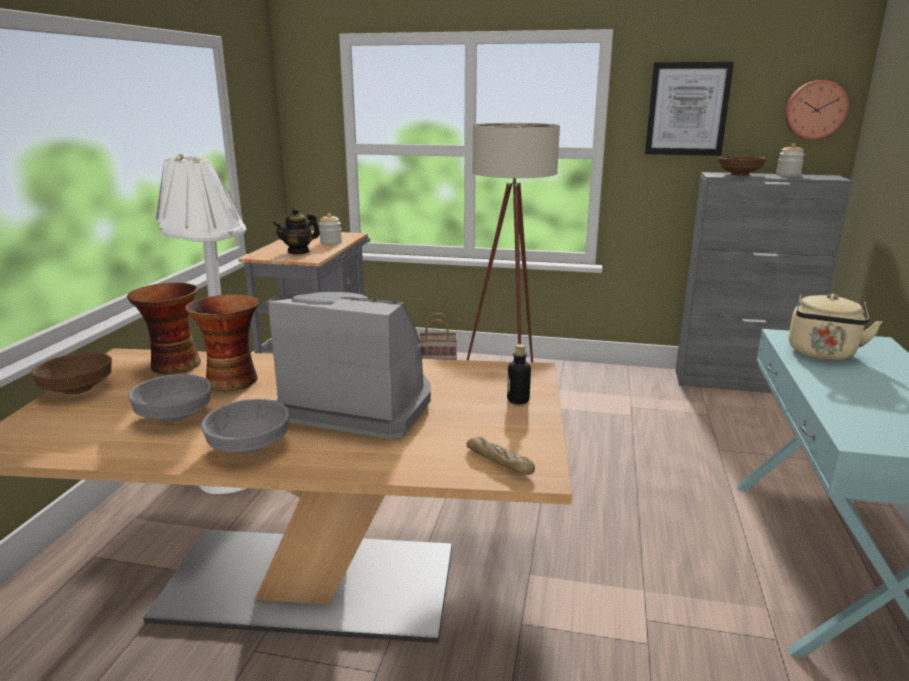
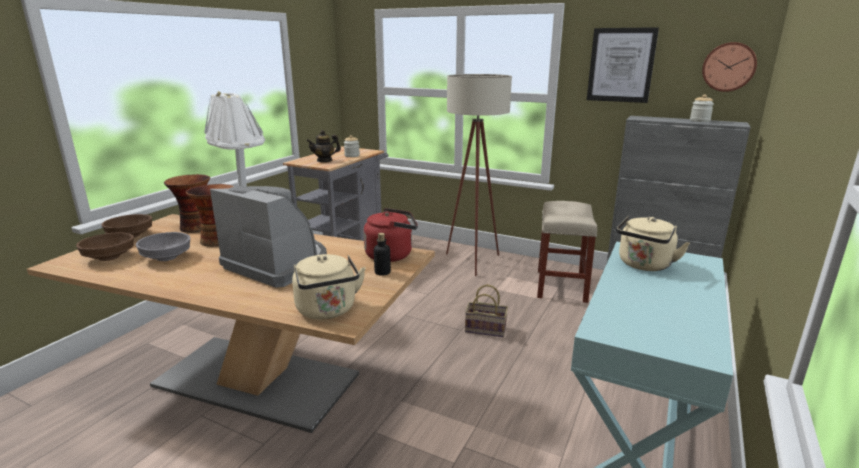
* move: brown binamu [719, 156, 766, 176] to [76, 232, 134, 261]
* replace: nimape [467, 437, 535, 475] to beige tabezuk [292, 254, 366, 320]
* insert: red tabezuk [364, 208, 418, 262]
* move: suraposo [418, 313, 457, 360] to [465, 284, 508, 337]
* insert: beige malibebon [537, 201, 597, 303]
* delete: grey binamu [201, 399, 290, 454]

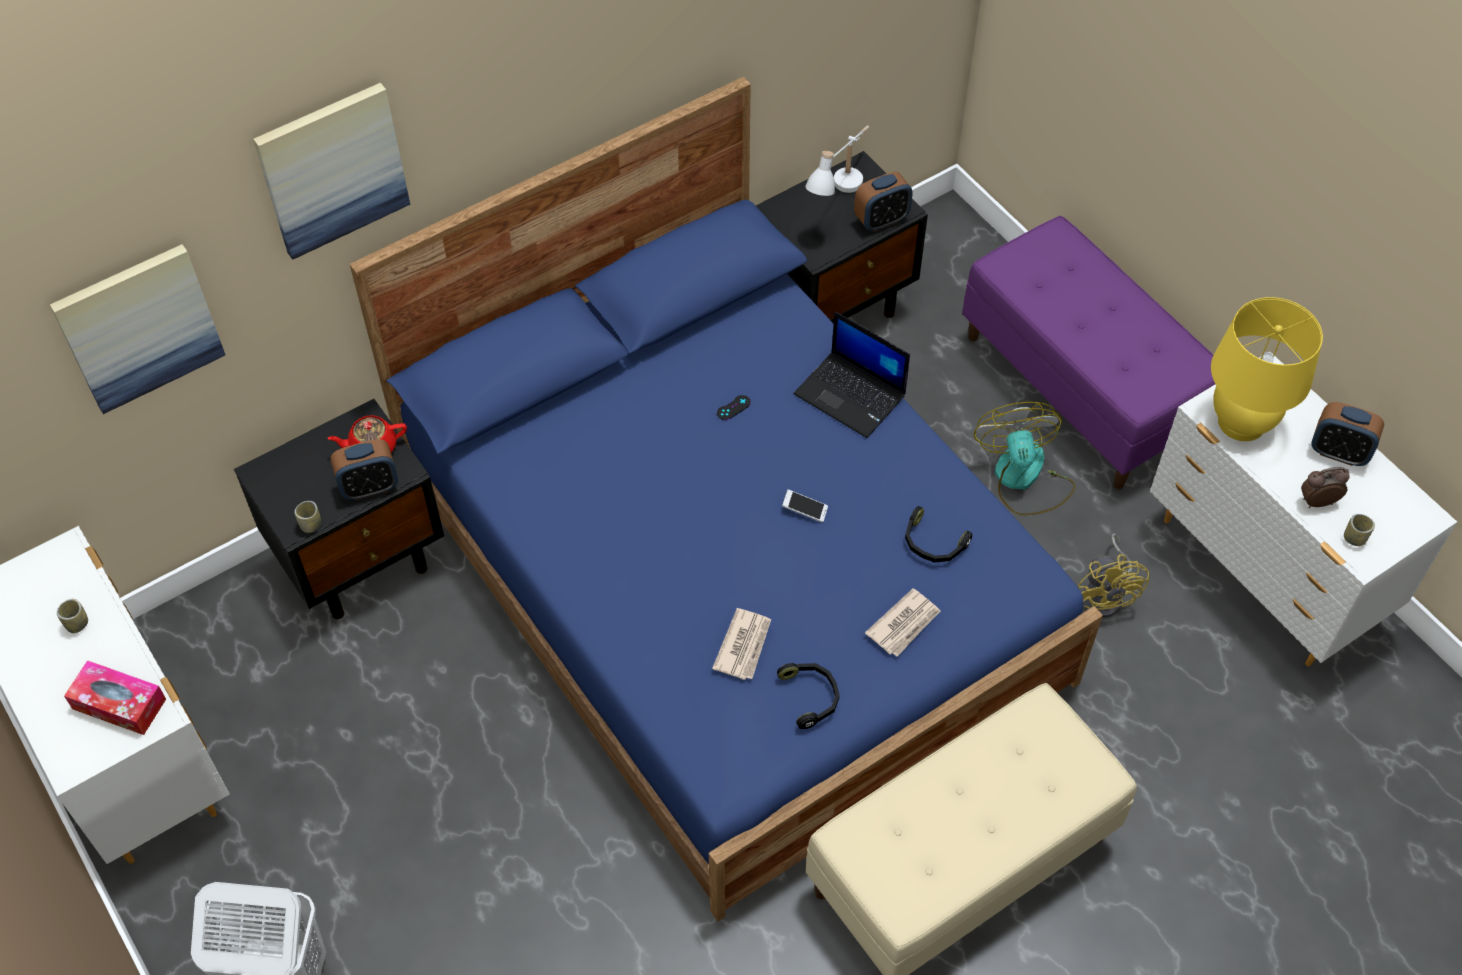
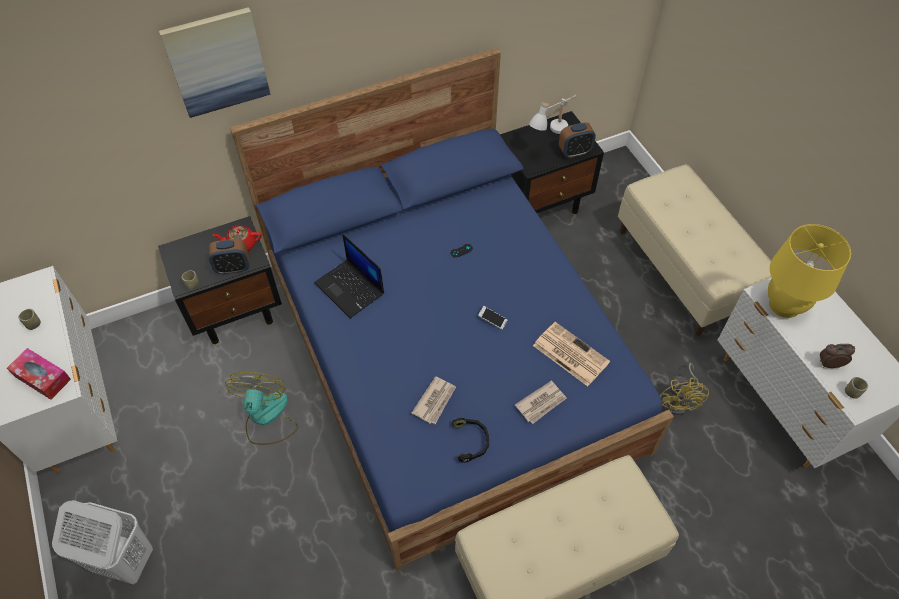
* move: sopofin [974, 402, 1076, 516] to [225, 372, 298, 445]
* move: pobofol [794, 311, 910, 438] to [314, 234, 384, 318]
* replace: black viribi [905, 506, 972, 563] to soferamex [533, 322, 610, 386]
* recolor: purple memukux [962, 216, 1215, 489] to beige memukux [618, 164, 772, 336]
* delete: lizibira [50, 244, 225, 414]
* delete: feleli [1311, 402, 1384, 466]

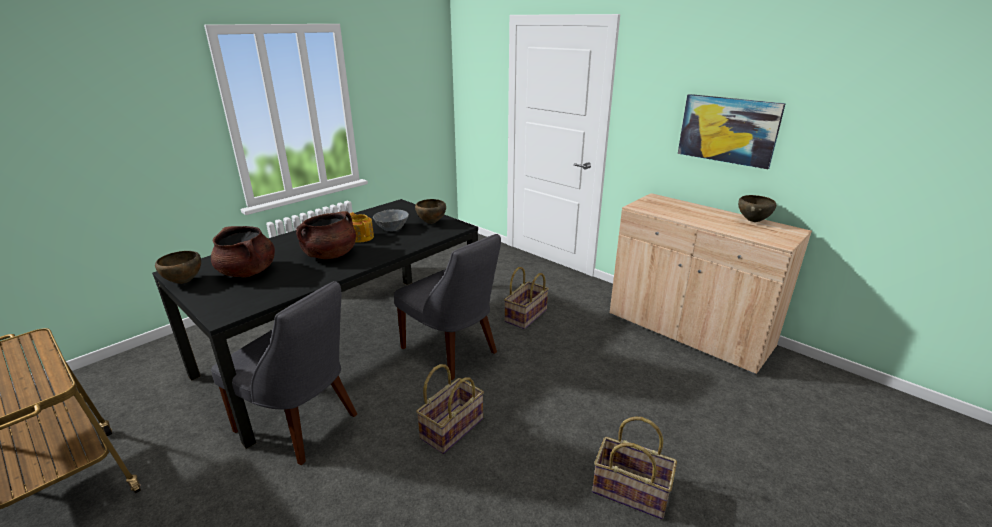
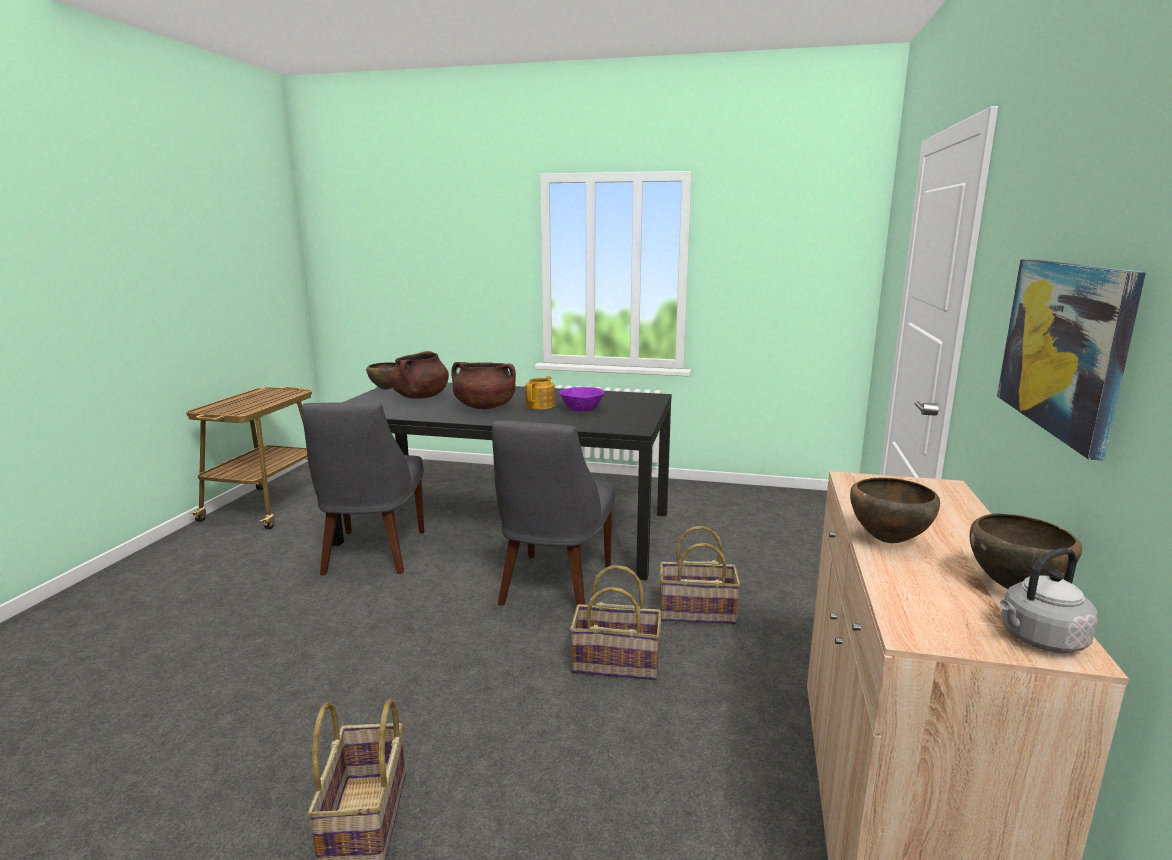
* recolor: grey binamu [373, 209, 409, 232] to purple binamu [559, 387, 605, 411]
* move: suraposo [416, 364, 484, 454] to [570, 565, 662, 680]
* move: brown binamu [415, 199, 446, 224] to [850, 478, 940, 543]
* insert: grey tabezuk [1000, 548, 1098, 653]

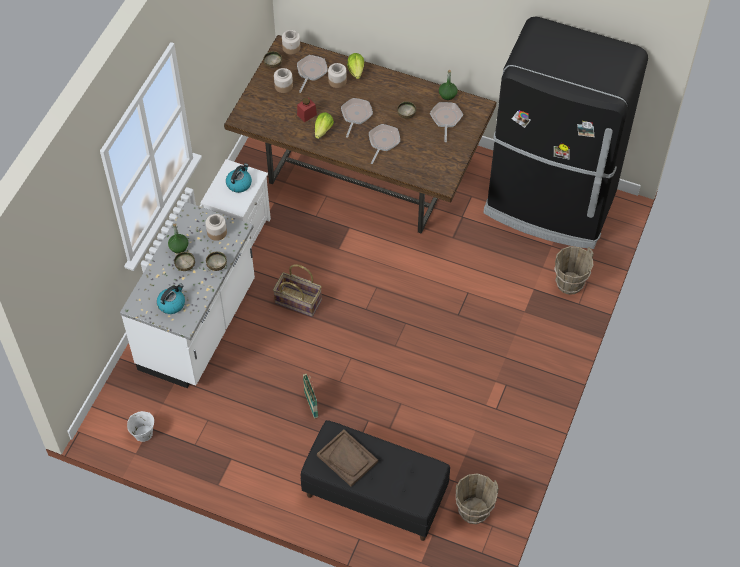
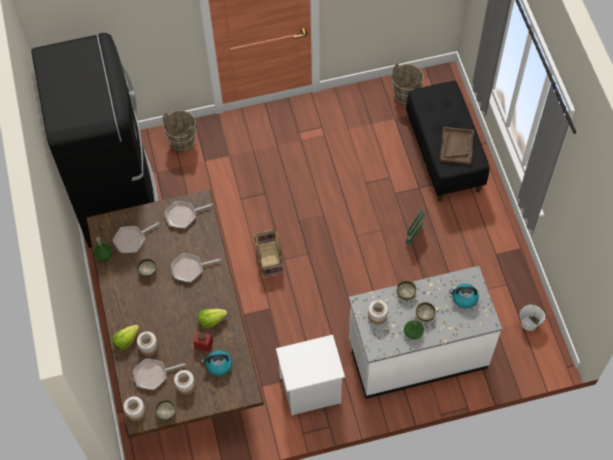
* move: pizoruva [341, 98, 373, 138] to [165, 201, 213, 228]
* move: tabezuk [226, 164, 252, 193] to [201, 350, 232, 376]
* move: suraposo [273, 264, 322, 317] to [254, 229, 283, 277]

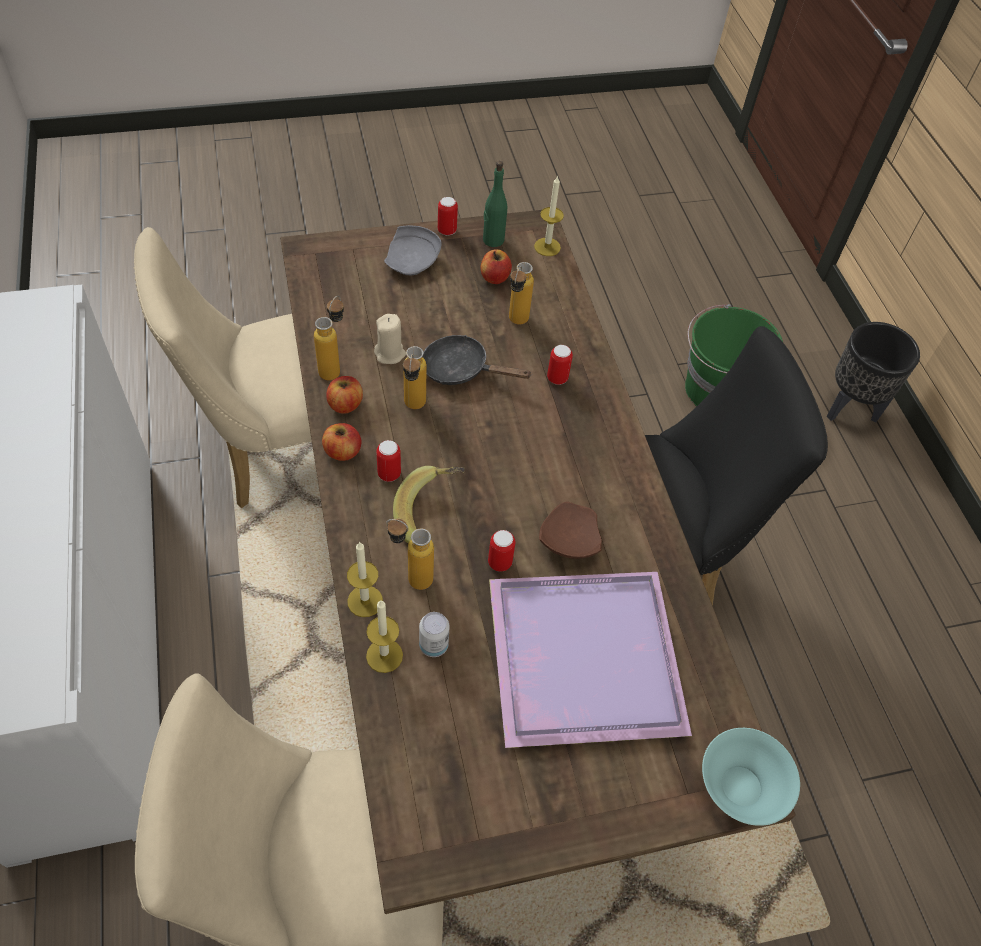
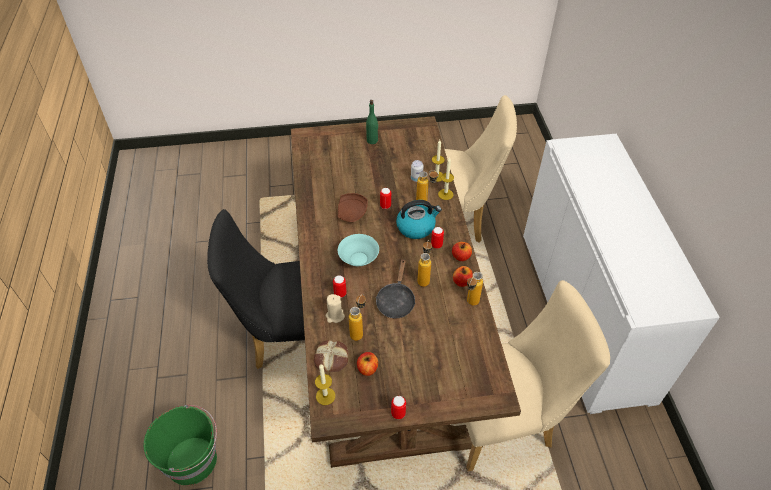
* insert: nimape [314, 340, 348, 372]
* move: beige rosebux [374, 314, 406, 364] to [326, 294, 345, 323]
* move: turquoise binamu [702, 728, 800, 826] to [338, 234, 379, 266]
* move: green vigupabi [483, 161, 507, 247] to [366, 100, 378, 144]
* rotate: black pizoruva [423, 335, 532, 385] = [376, 259, 416, 319] 75 degrees clockwise
* replace: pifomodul [393, 466, 465, 543] to tabezuk [396, 200, 442, 239]
* delete: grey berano [384, 225, 442, 275]
* delete: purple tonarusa [489, 572, 692, 748]
* delete: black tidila [827, 322, 920, 422]

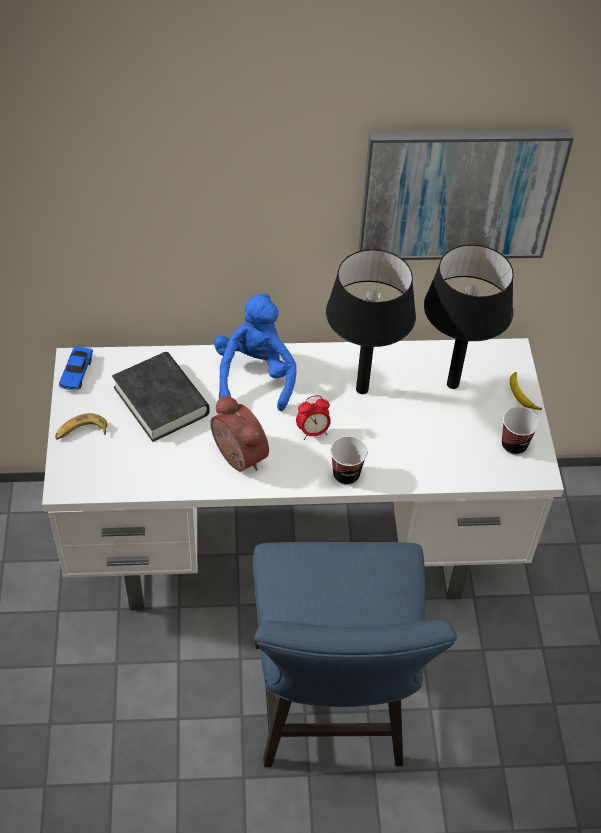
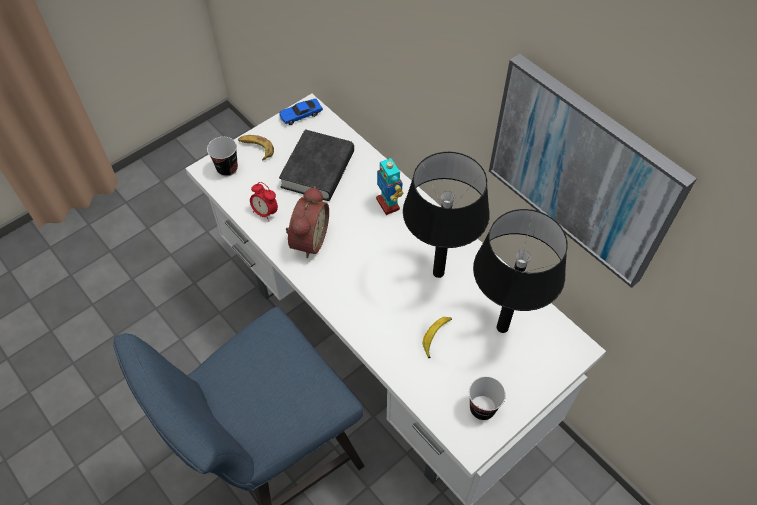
* move: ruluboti [330, 436, 367, 485] to [207, 137, 238, 176]
* move: feleli [296, 395, 331, 440] to [250, 182, 278, 222]
* replace: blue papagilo [214, 293, 297, 411] to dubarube [376, 158, 403, 215]
* move: pifomodul [510, 372, 542, 411] to [422, 317, 452, 358]

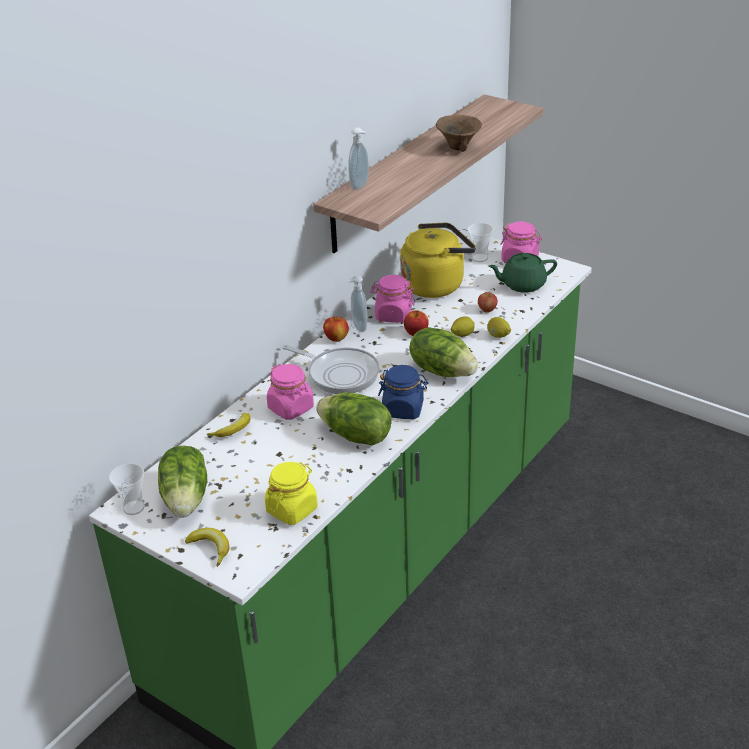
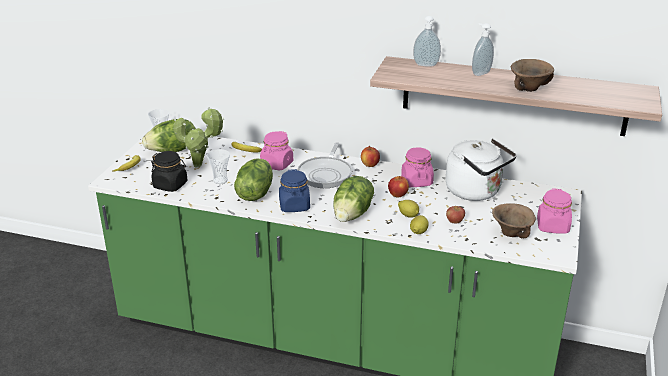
* recolor: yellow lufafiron [265, 462, 318, 525] to black lufafiron [151, 151, 188, 192]
* insert: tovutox [173, 107, 224, 168]
* move: ruluboti [468, 223, 494, 262] to [207, 149, 230, 184]
* recolor: yellow tabezuk [400, 223, 476, 298] to white tabezuk [446, 139, 516, 201]
* move: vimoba [347, 276, 367, 332] to [472, 23, 494, 76]
* replace: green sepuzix [488, 253, 557, 293] to brown binamu [492, 203, 536, 238]

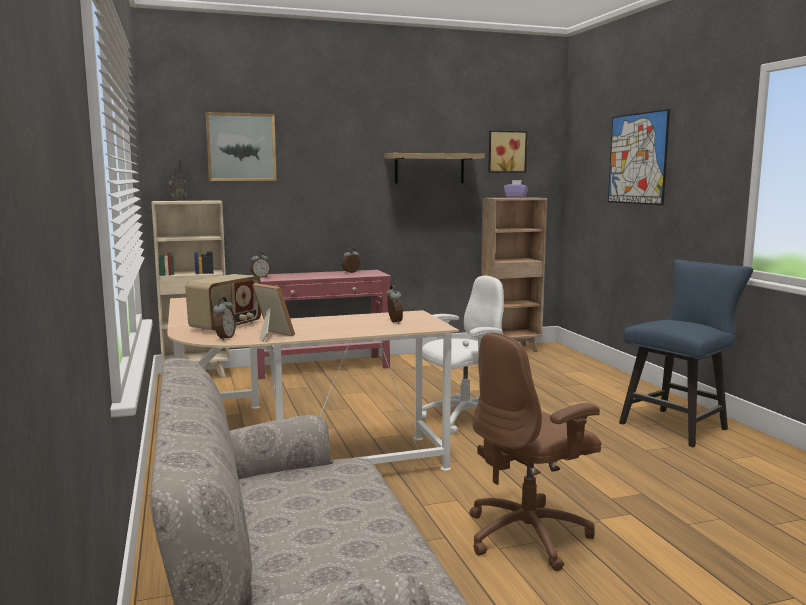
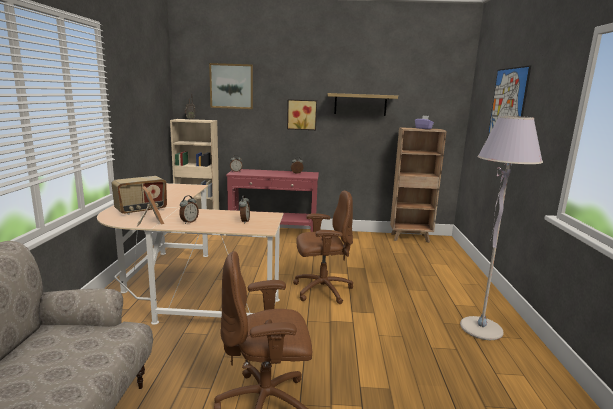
* move: feleli [213, 297, 236, 341] to [179, 195, 199, 224]
* move: lizibira [488, 131, 527, 173] to [287, 99, 317, 130]
* recolor: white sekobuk [422, 276, 504, 434] to brown sekobuk [293, 191, 353, 304]
* replace: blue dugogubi [619, 260, 753, 447] to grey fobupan [460, 116, 543, 340]

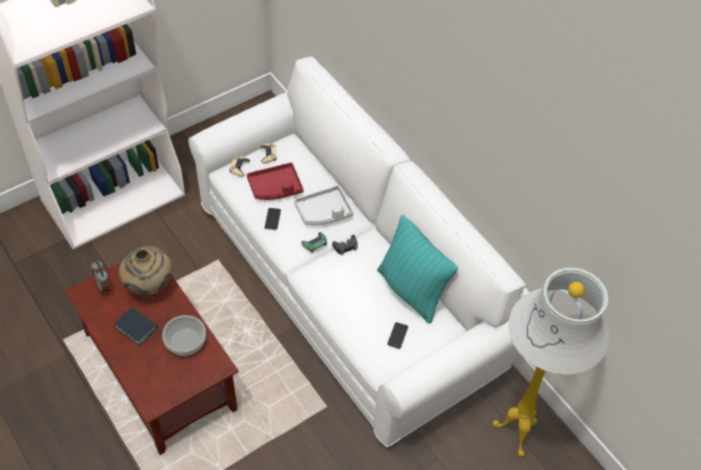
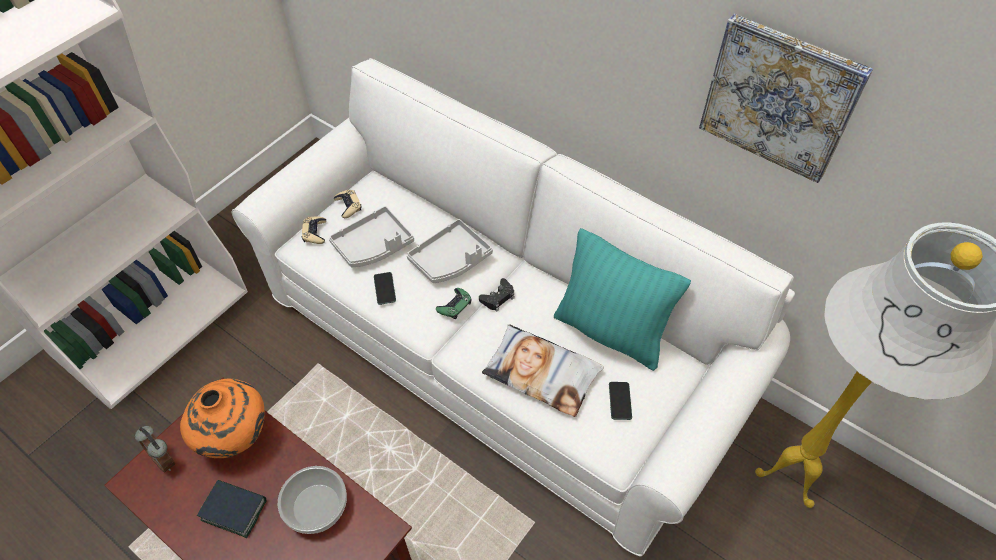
* recolor: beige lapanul [119, 246, 172, 295] to orange lapanul [180, 378, 265, 458]
* recolor: red tonarusa [247, 162, 304, 200] to grey tonarusa [329, 206, 414, 267]
* insert: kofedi [482, 324, 604, 417]
* insert: lizibira [699, 14, 873, 183]

